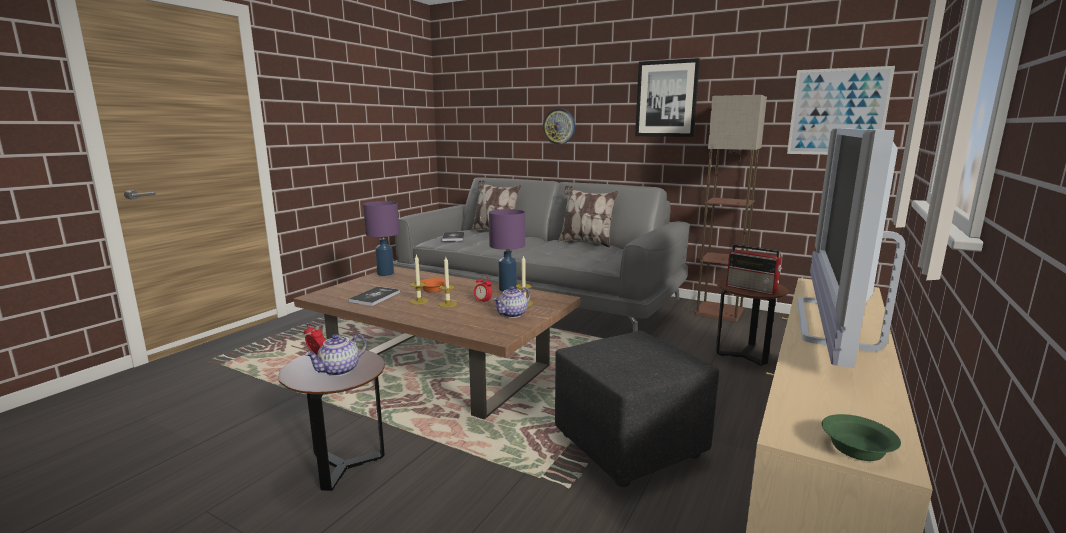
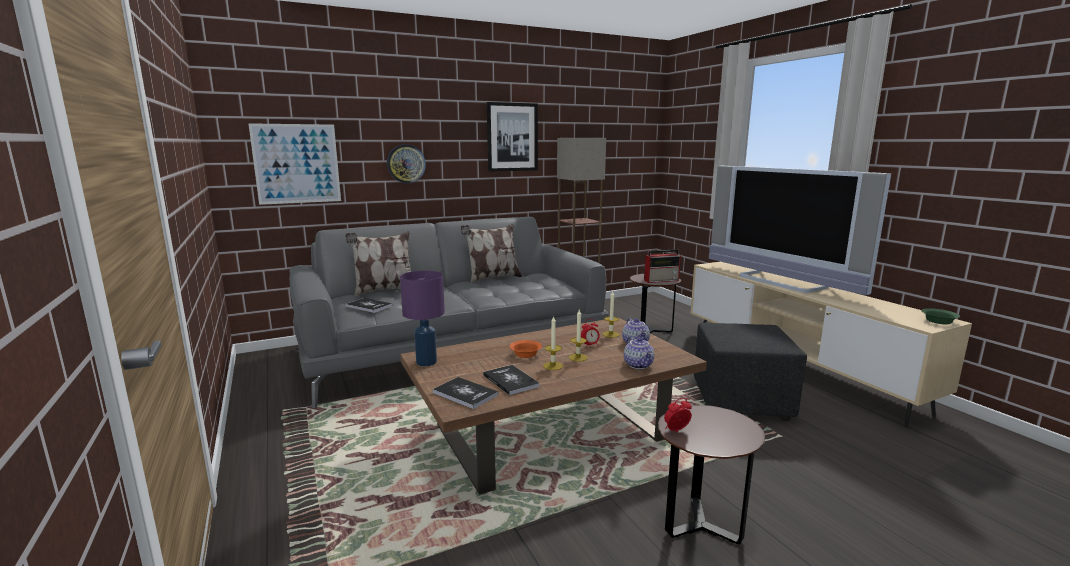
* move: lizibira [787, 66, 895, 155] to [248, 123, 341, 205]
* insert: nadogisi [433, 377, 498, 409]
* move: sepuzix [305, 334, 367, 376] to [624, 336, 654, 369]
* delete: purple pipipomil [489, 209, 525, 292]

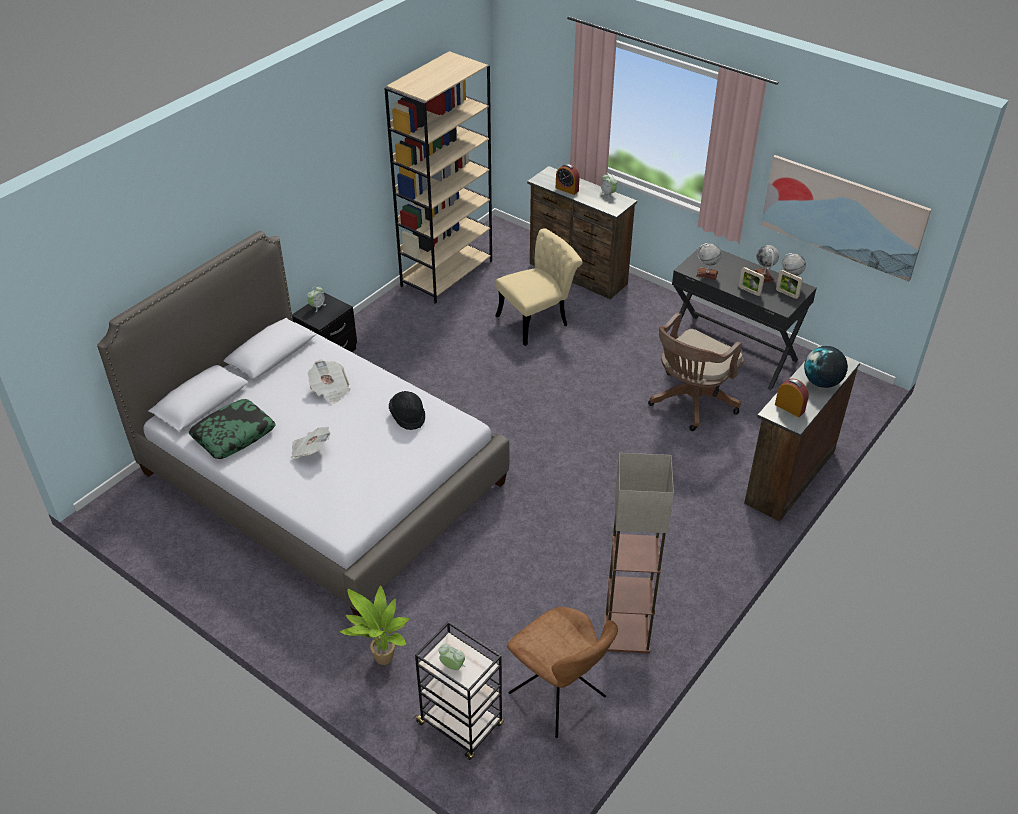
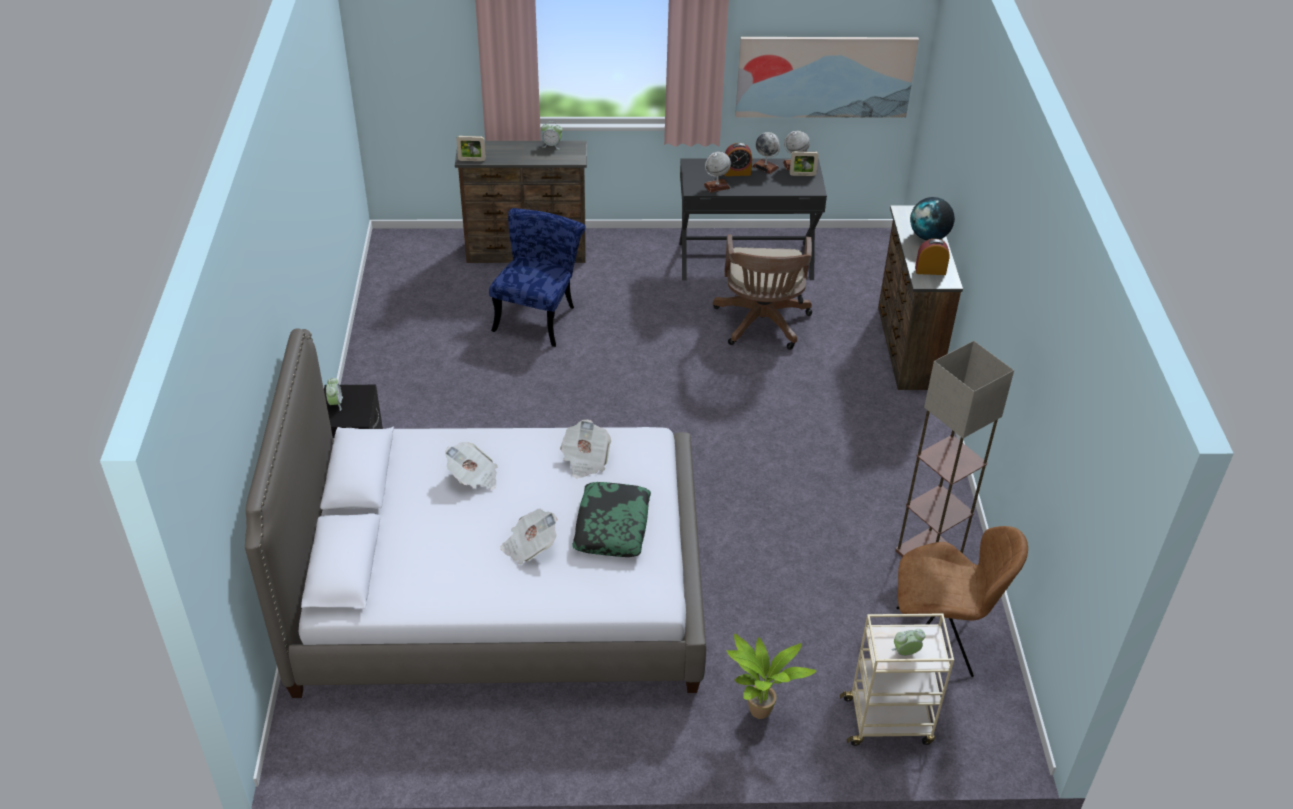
* move: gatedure [739, 267, 764, 296] to [456, 136, 486, 161]
* recolor: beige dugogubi [495, 228, 582, 346] to blue dugogubi [489, 208, 586, 347]
* replace: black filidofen [389, 391, 425, 430] to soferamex [560, 420, 611, 478]
* move: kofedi [189, 399, 276, 459] to [572, 482, 651, 557]
* move: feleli [556, 164, 580, 195] to [724, 143, 752, 176]
* recolor: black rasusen [414, 621, 504, 760] to beige rasusen [840, 614, 954, 746]
* delete: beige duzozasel [384, 51, 492, 304]

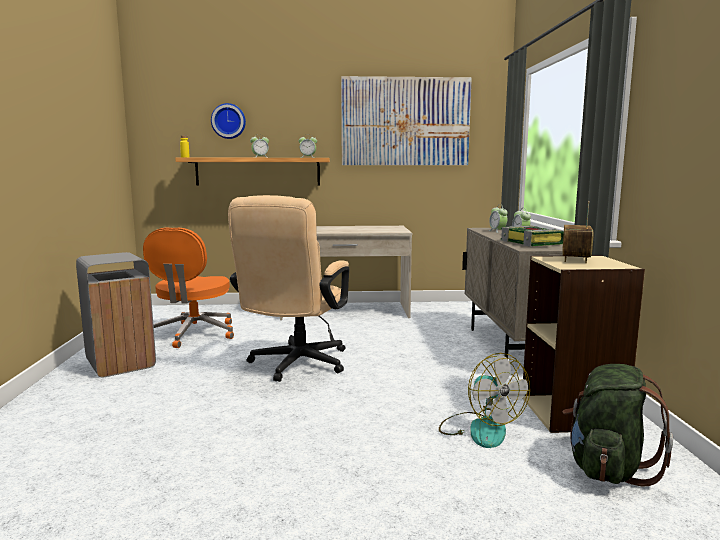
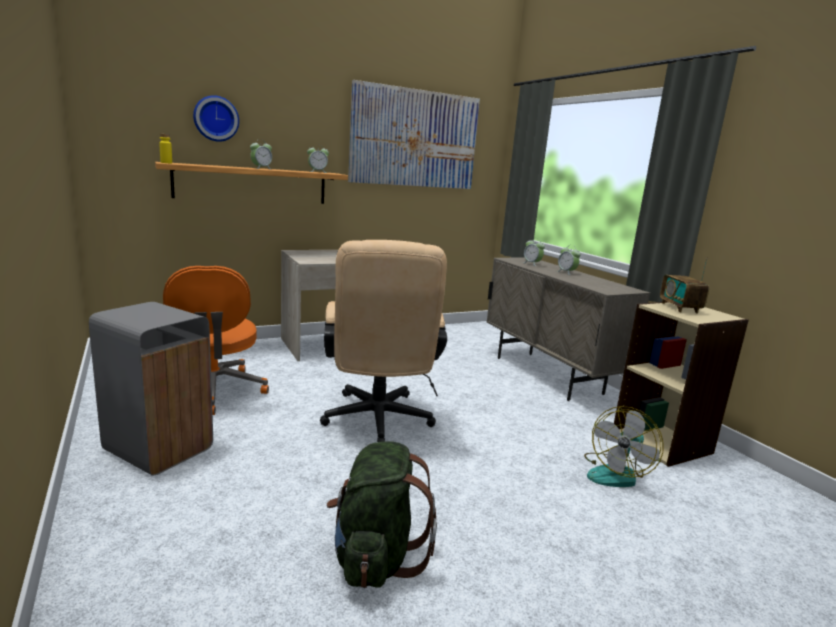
* move: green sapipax [562, 364, 673, 486] to [327, 441, 437, 588]
* rotate: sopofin [439, 353, 530, 448] = [584, 406, 664, 487] 90 degrees clockwise
* delete: nadogisi [501, 225, 564, 247]

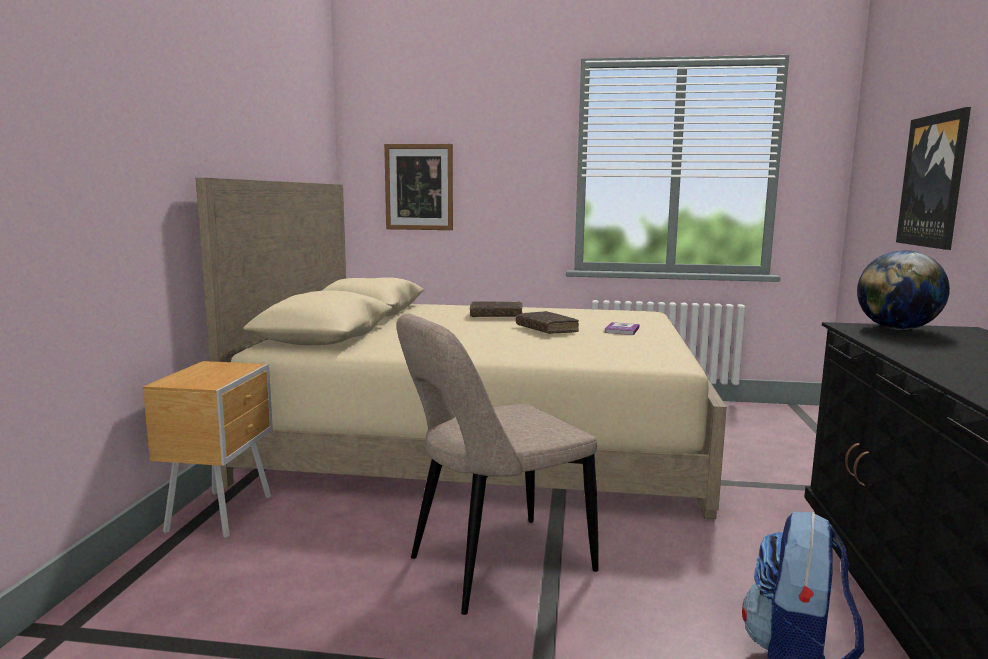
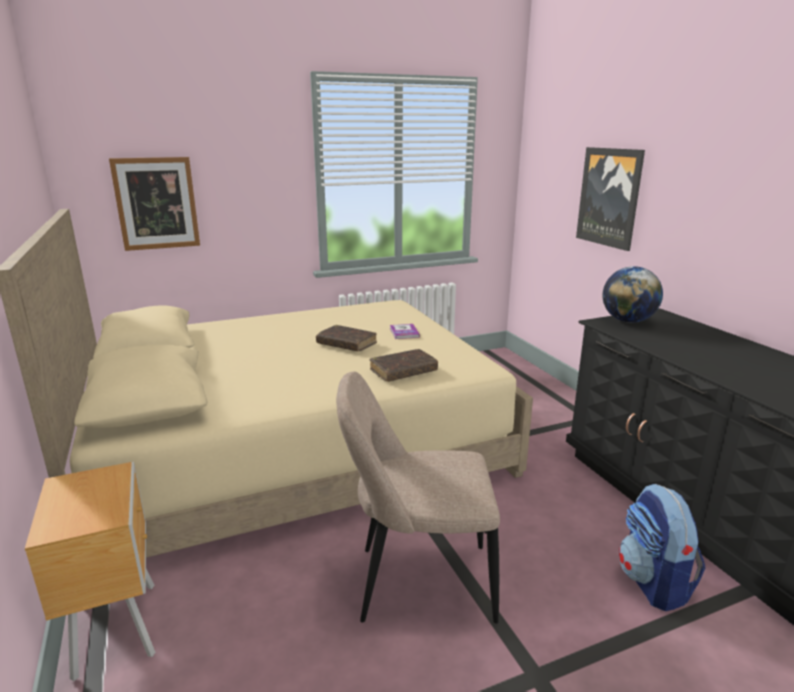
* rotate: beige dugogubi [396, 314, 598, 615] = [336, 372, 500, 623] 60 degrees clockwise
* move: brown nadogisi [470, 301, 523, 317] to [369, 349, 438, 382]

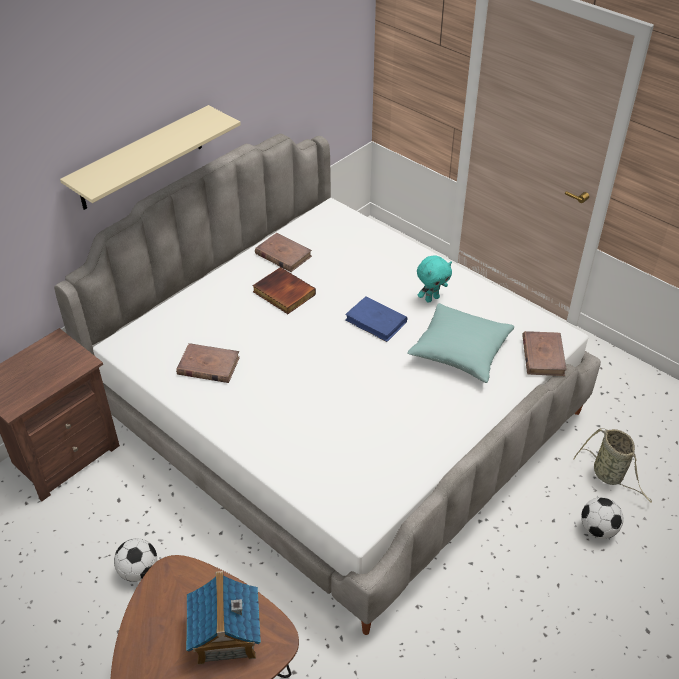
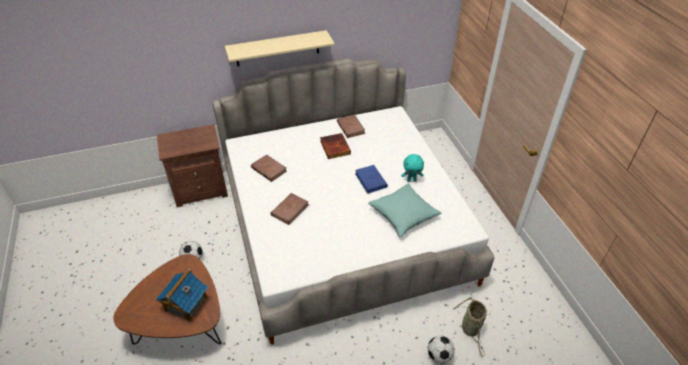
* move: brown nadogisi [522, 331, 567, 376] to [270, 193, 309, 225]

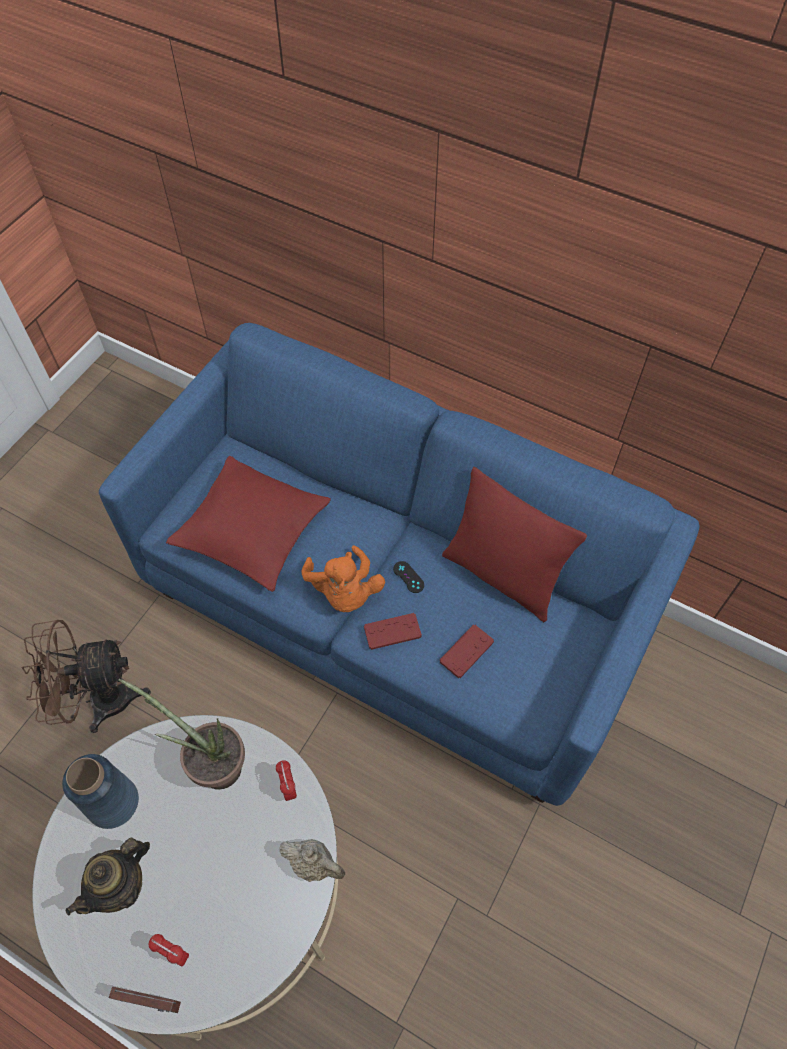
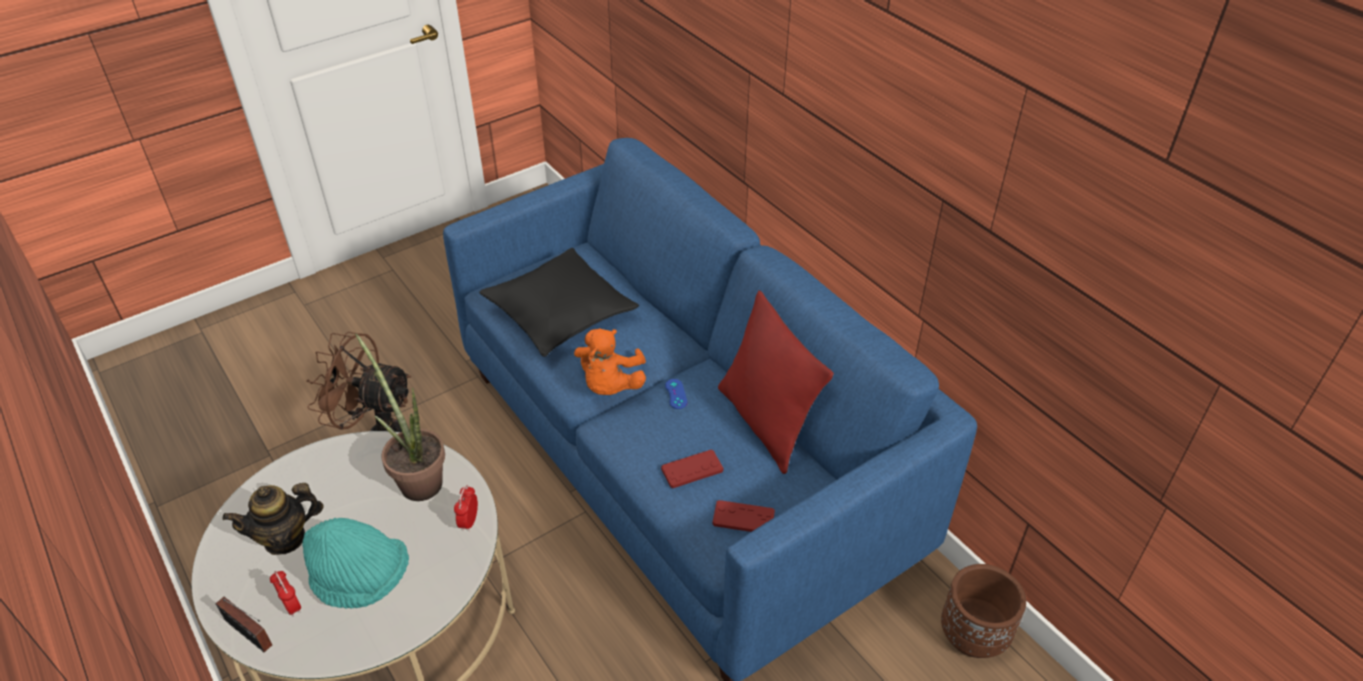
* insert: turquoise filidofen [302, 518, 409, 609]
* recolor: red kofedi [166, 456, 331, 592] to black kofedi [479, 248, 639, 357]
* recolor: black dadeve [393, 561, 424, 593] to blue dadeve [665, 379, 688, 409]
* move: red dadeve [364, 613, 422, 650] to [712, 500, 775, 532]
* insert: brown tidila [941, 564, 1026, 658]
* delete: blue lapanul [62, 754, 139, 829]
* delete: beige sepuzix [279, 839, 345, 882]

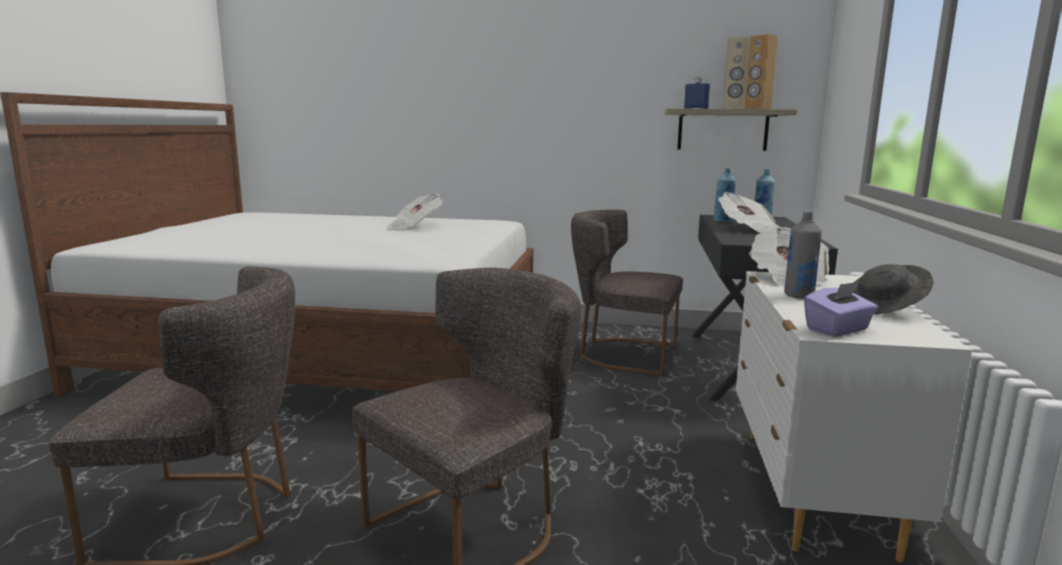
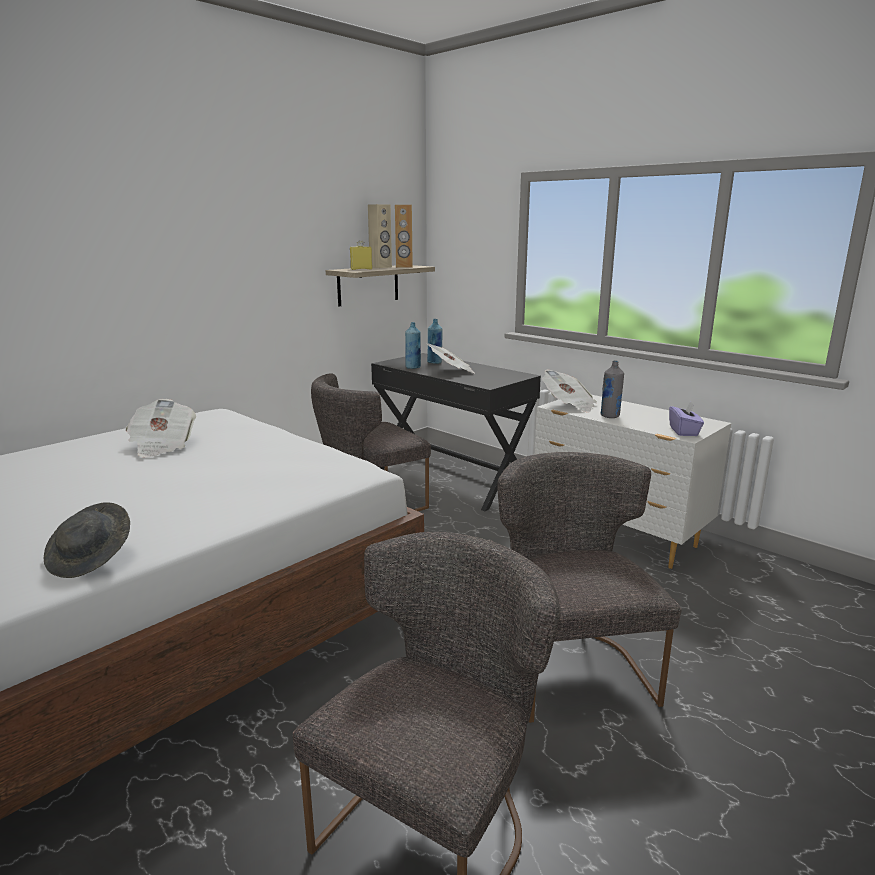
* move: grey filidofen [853, 264, 934, 314] to [44, 502, 130, 578]
* recolor: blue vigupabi [684, 77, 710, 109] to yellow vigupabi [350, 240, 372, 270]

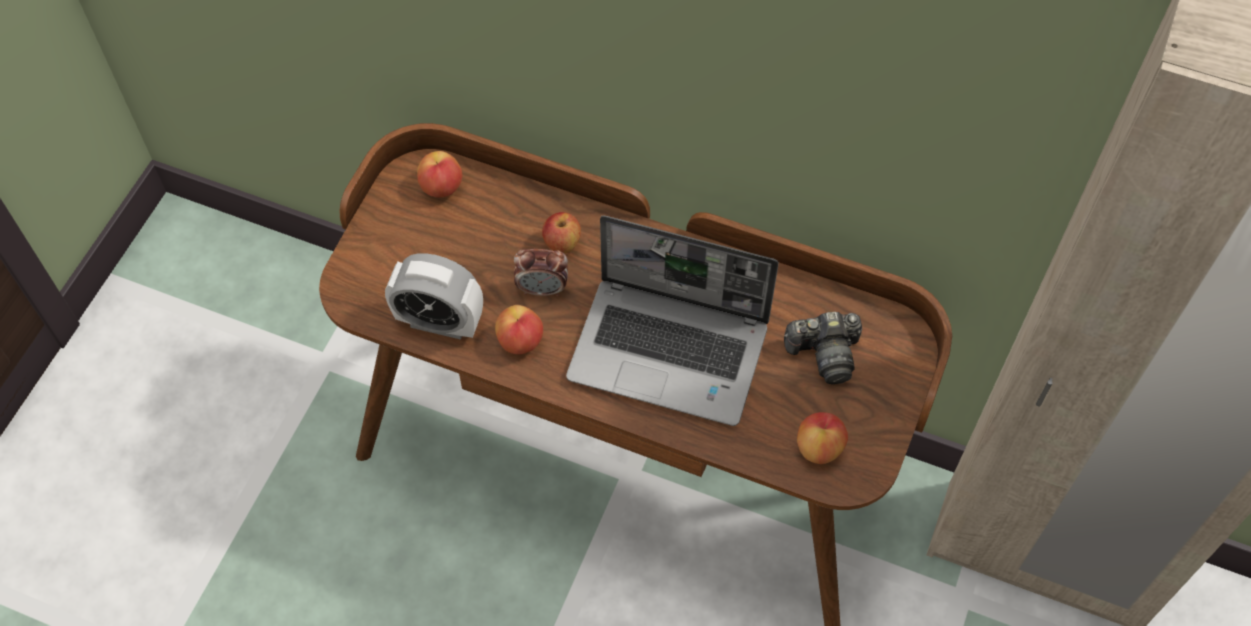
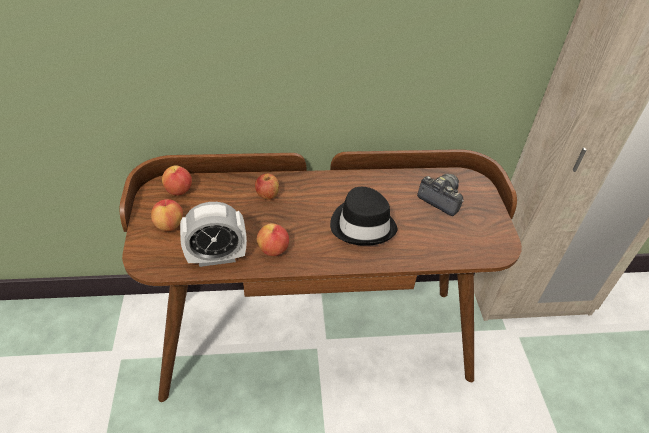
* move: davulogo [797, 412, 848, 464] to [151, 199, 183, 231]
* replace: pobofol [566, 216, 779, 426] to black filidofen [330, 187, 397, 246]
* rotate: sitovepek [784, 312, 862, 384] = [417, 174, 464, 216] 105 degrees counterclockwise
* delete: feleli [514, 249, 568, 296]

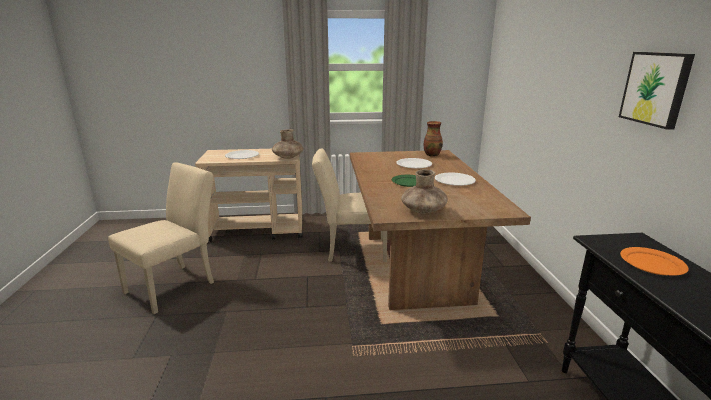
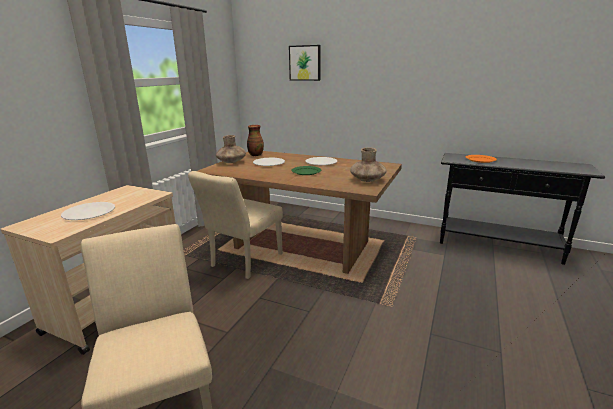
* move: brown lapanul [272, 129, 303, 159] to [216, 135, 246, 163]
* move: lizibira [619, 52, 695, 130] to [289, 45, 320, 81]

